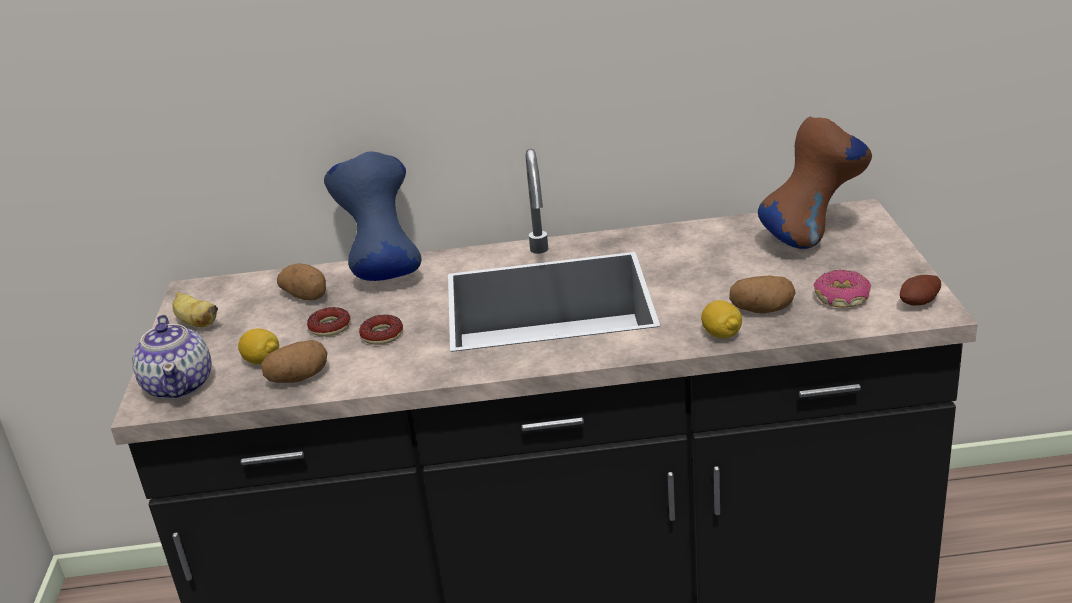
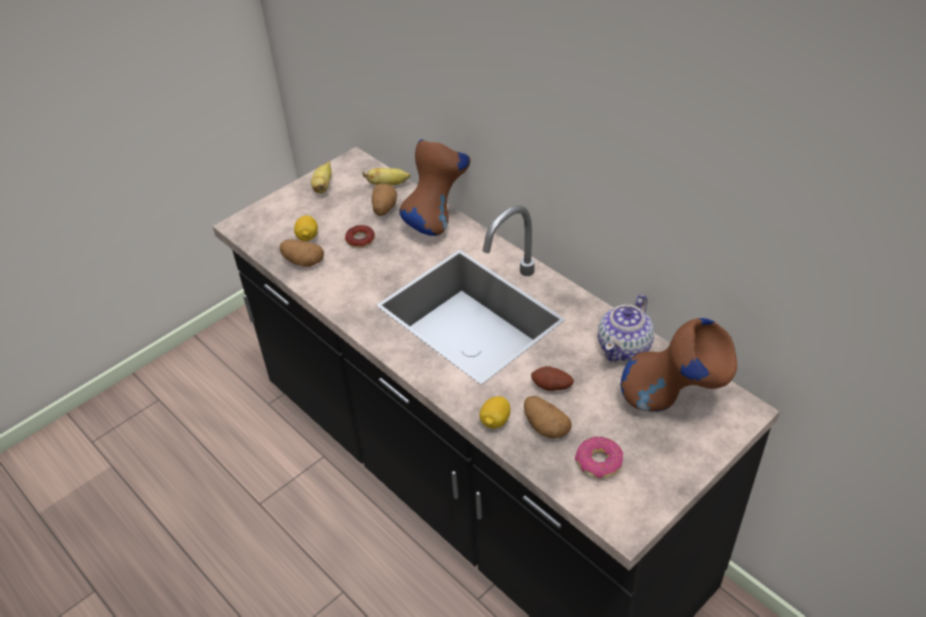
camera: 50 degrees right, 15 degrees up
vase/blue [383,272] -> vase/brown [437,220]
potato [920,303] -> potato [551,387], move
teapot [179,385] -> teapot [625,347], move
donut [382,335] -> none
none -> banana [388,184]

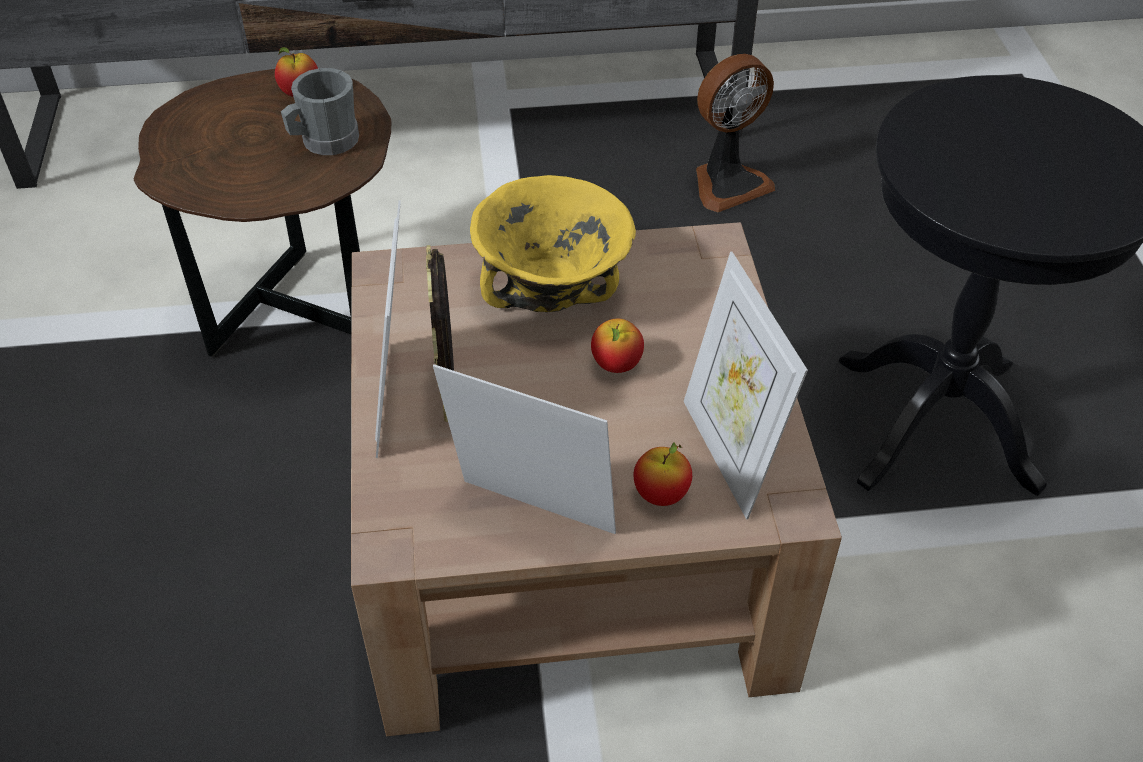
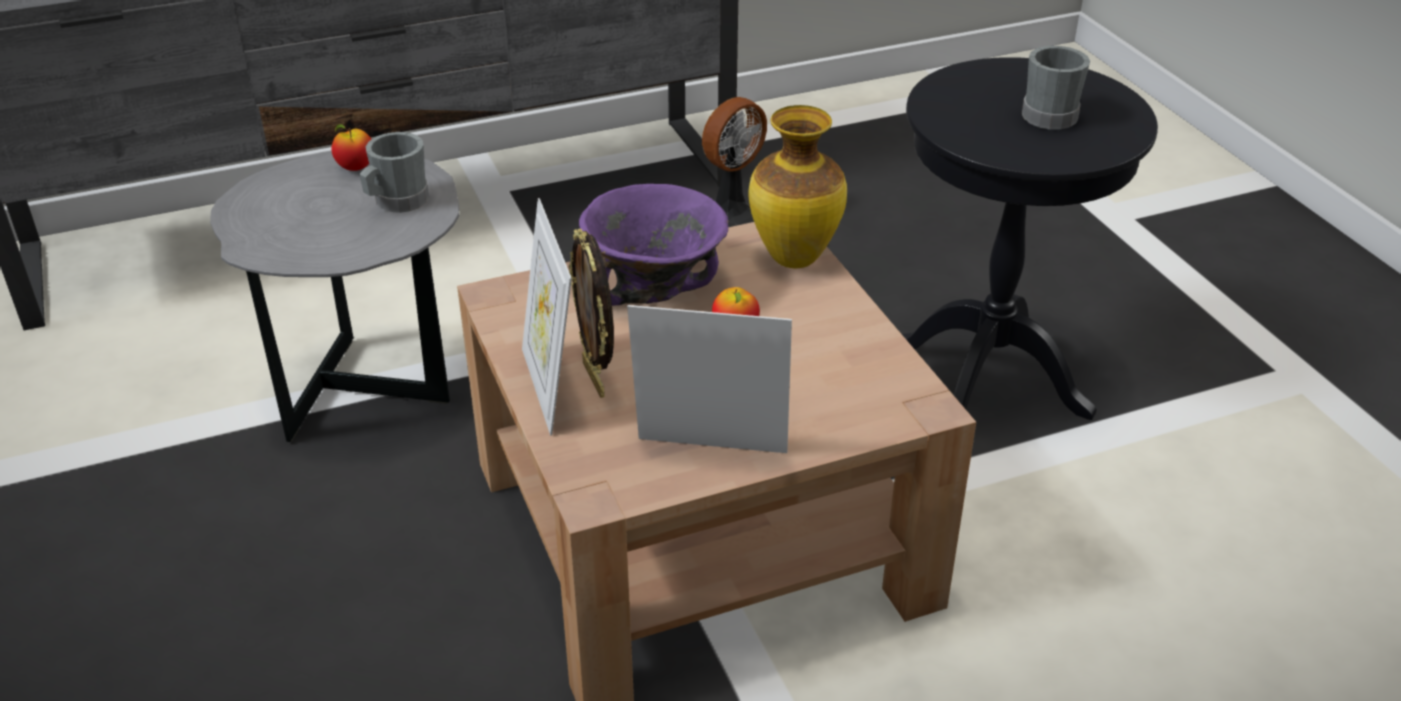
camera: 15 degrees left, 10 degrees down
side table/brown [303,315] -> side table/grey [370,392]
bowl/yellow [551,290] -> bowl/purple [653,286]
picture frame [729,453] -> none
apple [661,494] -> none
none -> mug/grey [1052,114]
none -> vase [793,258]

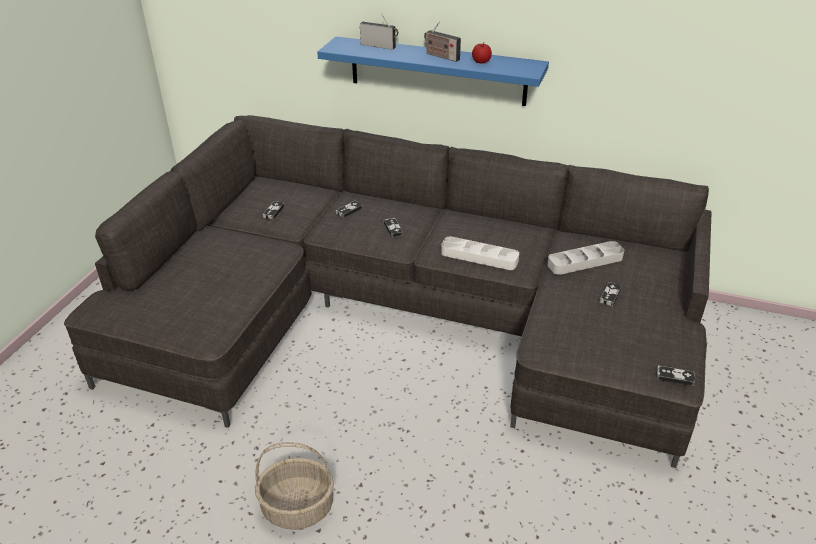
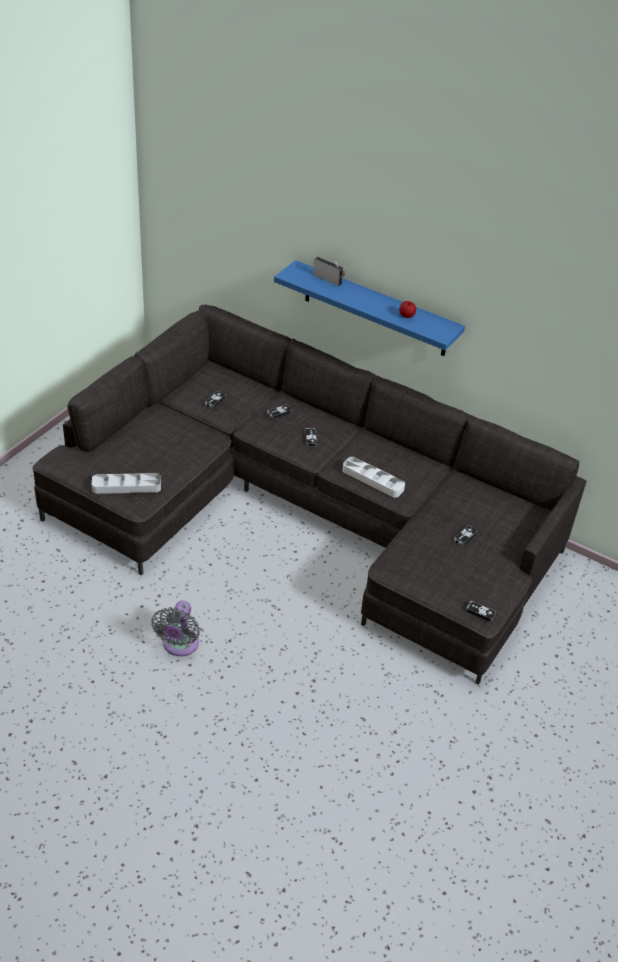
camera: 10 degrees right, 5 degrees up
radio [440,56] -> none
tray/grey [585,261] -> tray/grey [126,486], move
basket [298,507] -> fan/grey [179,645]

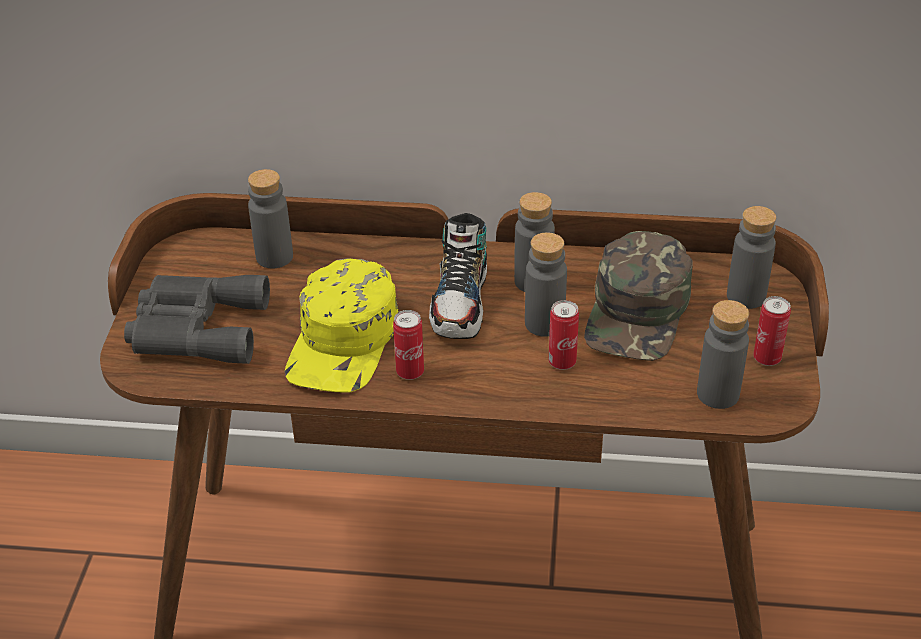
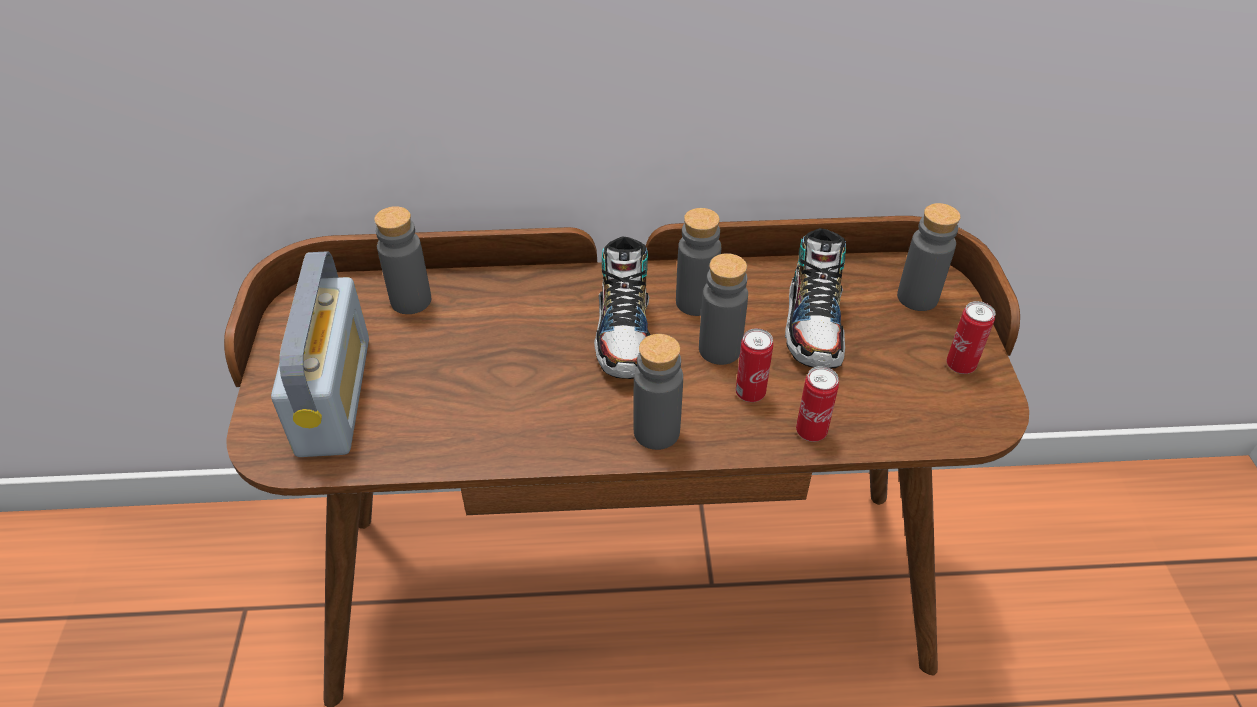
camera: 10 degrees left, 5 degrees up
cap/green [638,311] -> shoe [814,325]
cap/yellow [344,341] -> none
binoculars/grey [195,328] -> radio [334,395]
bottle/grey [718,394] -> bottle/grey [656,432], move
can [410,372] -> can [811,431], move

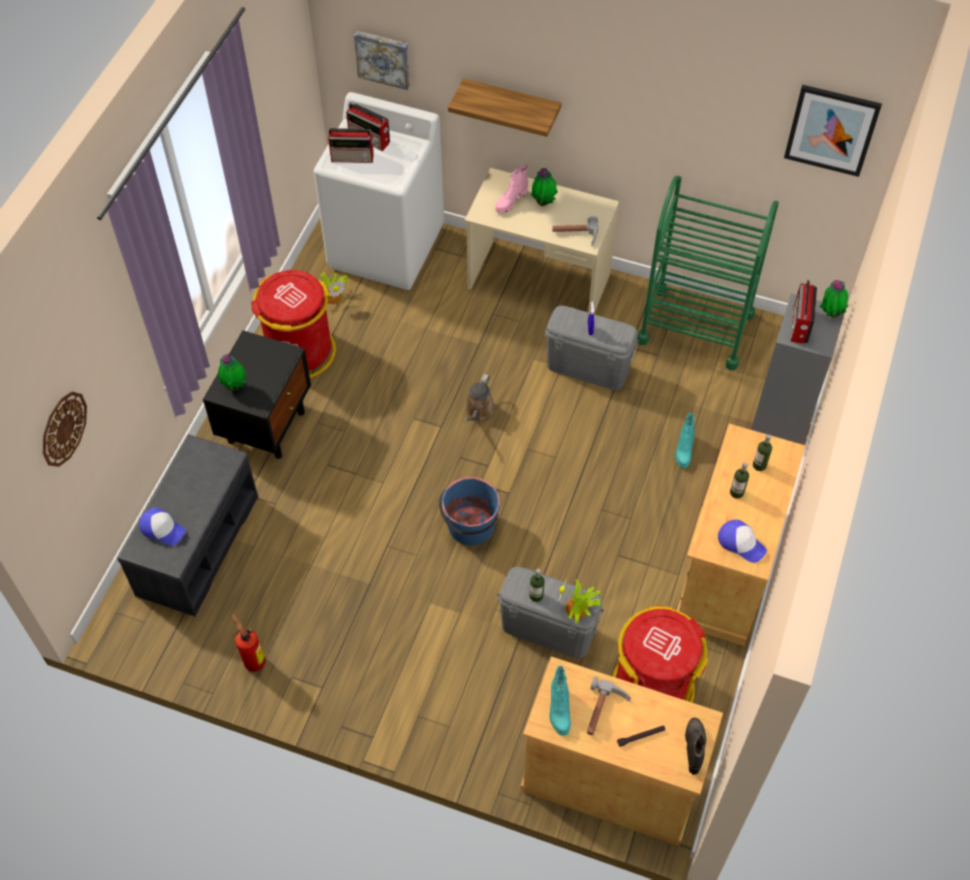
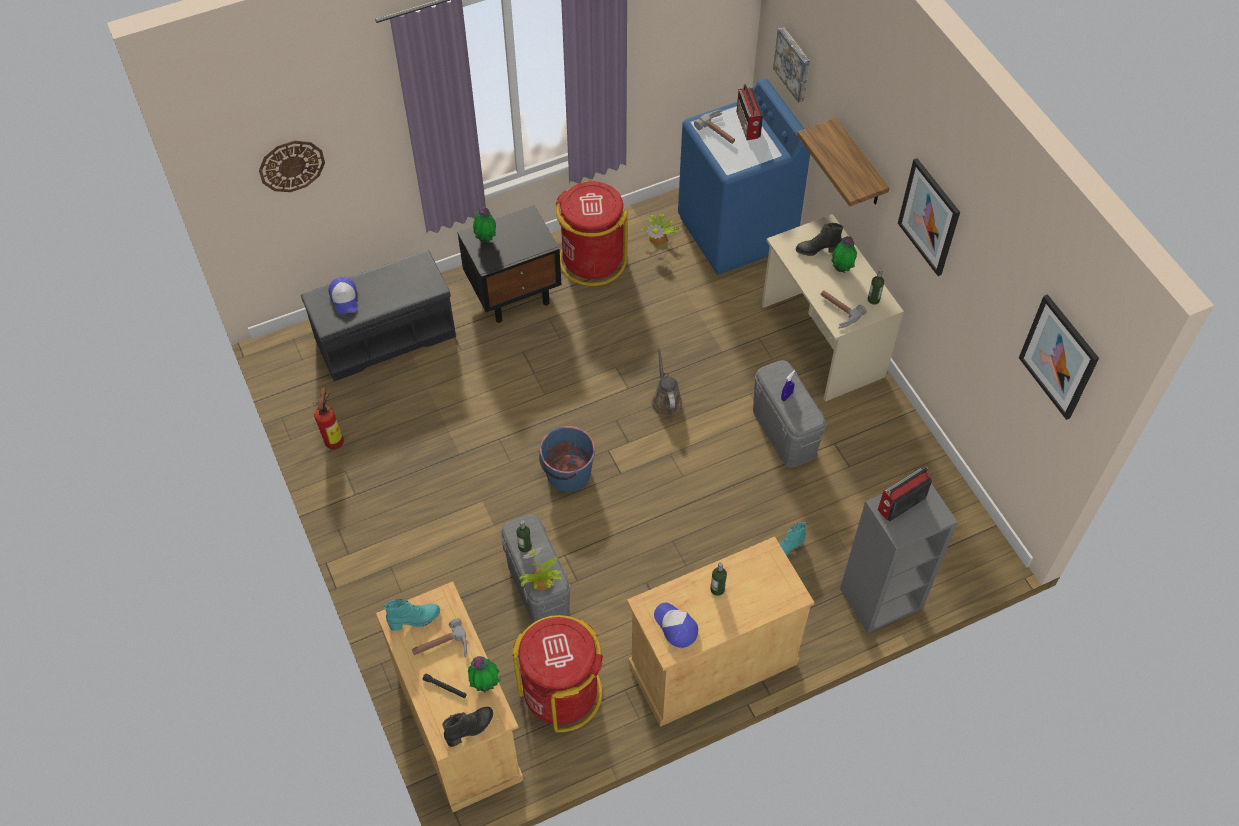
camera: 45 degrees right, 0 degrees up
washing machine/white [386,247] -> washing machine/blue [736,231]
radio [353,157] -> hammer [720,130]
boot/pink [510,201] -> boot/black [817,250]
cart/green [695,327] -> none
potted plant [830,313] -> potted plant [485,684], move
watering can/brown [478,412] -> watering can/brown [665,400], 105 degrees clockwise
bottle [759,465] -> bottle [873,299], move
cap [741,543] -> cap [675,626], 150 degrees clockwise
boot/turquoise [558,710] -> boot/turquoise [415,620], 150 degrees counterclockwise
none -> picture [929,217]

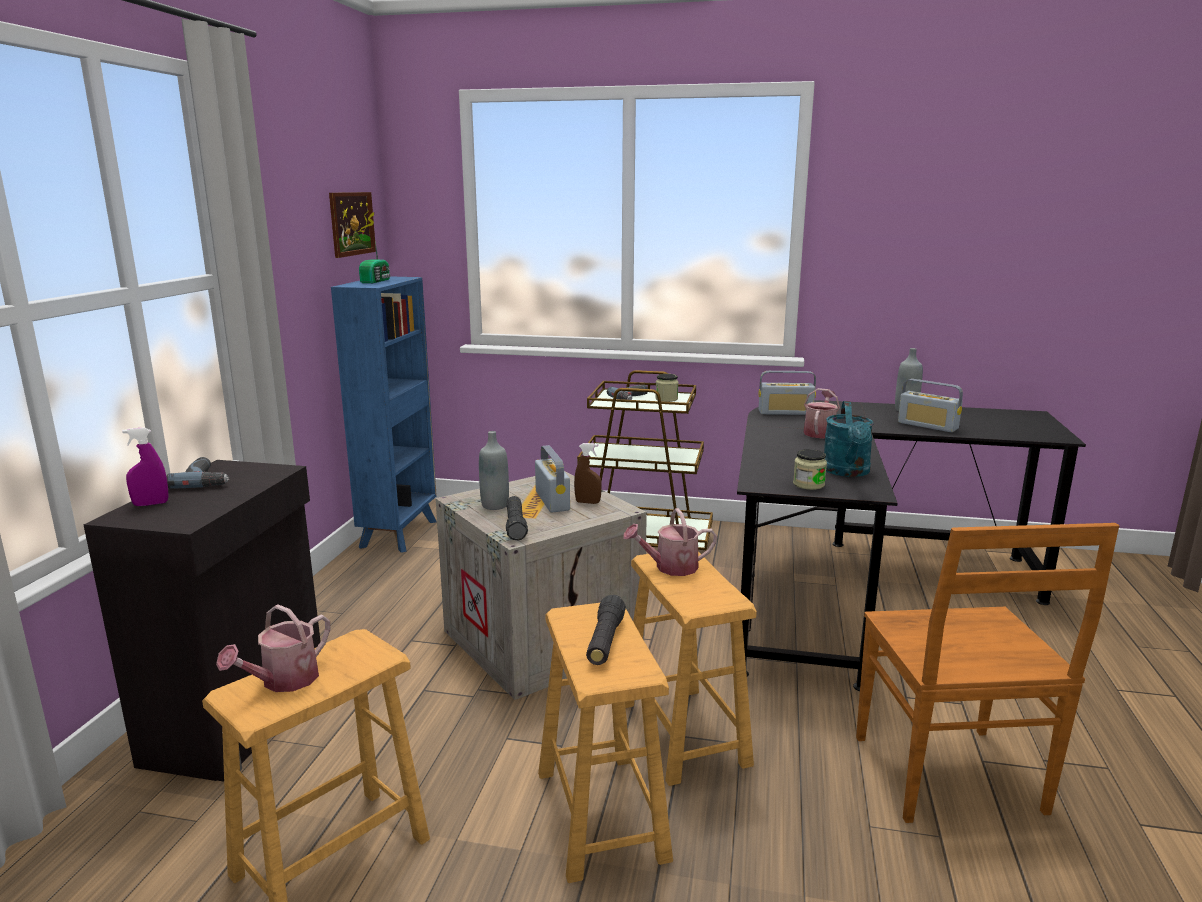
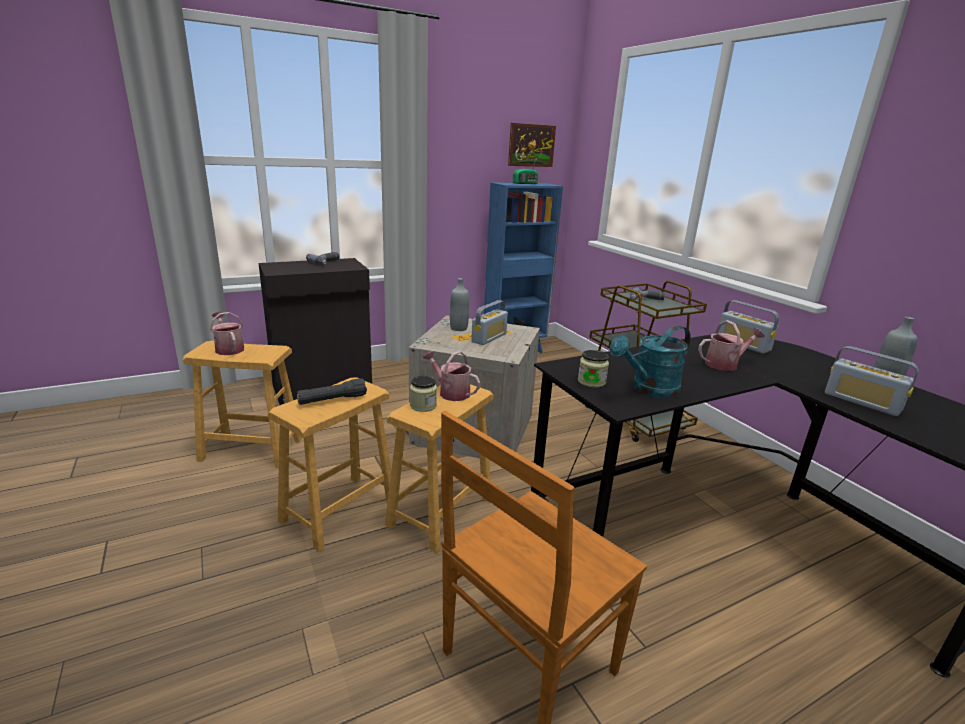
camera: 50 degrees right, 5 degrees up
jar [666,399] -> jar [423,406], move
radio [927,426] -> radio [862,402], 45 degrees counterclockwise
spray bottle/purple [151,504] -> none
spray bottle/brown [588,502] -> none
flashlight/black [515,526] -> none
watering can [283,681] -> watering can [228,348], 60 degrees clockwise

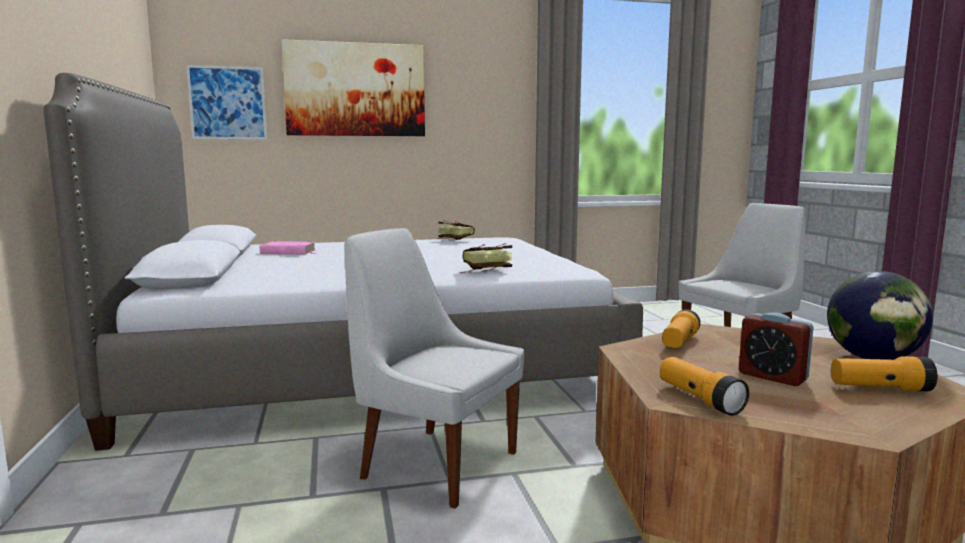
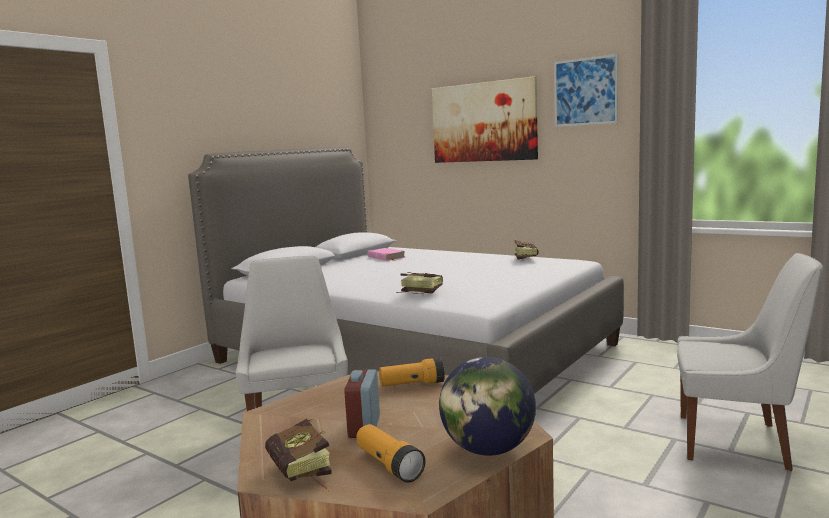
camera: 50 degrees right, 0 degrees up
picture [227,103] -> picture [585,91], move
flashlight [699,399] -> none
none -> book [302,476]

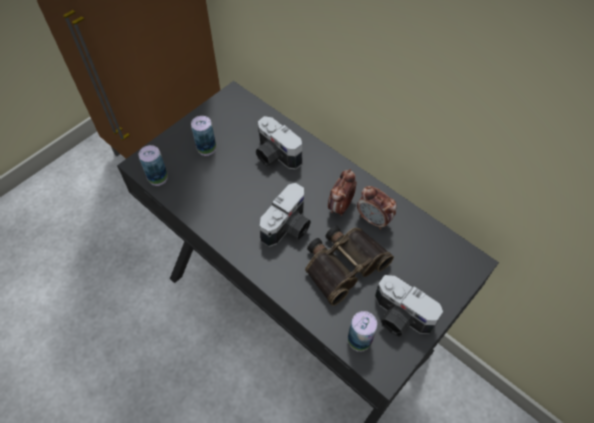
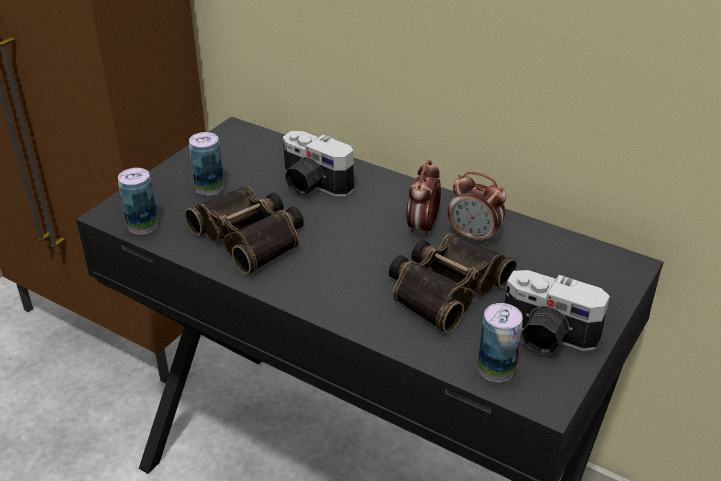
camera: 10 degrees left, 20 degrees down
photo camera [289,228] -> none
none -> binoculars [251,236]

